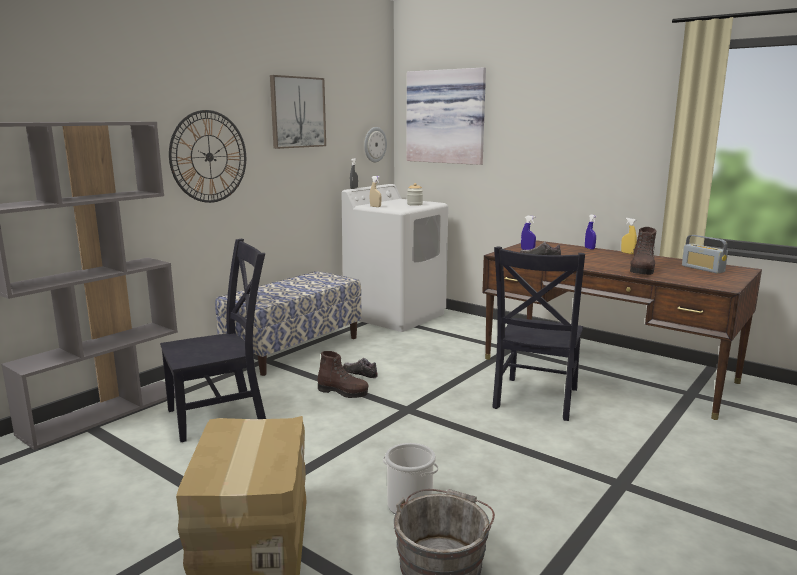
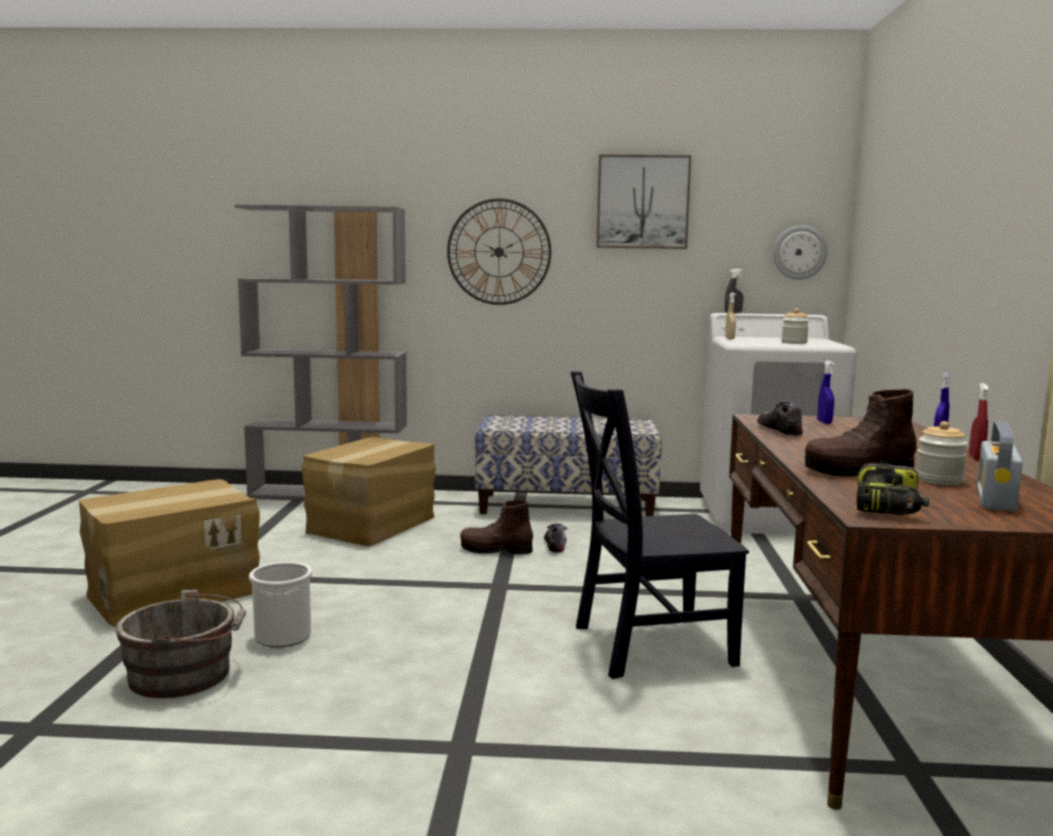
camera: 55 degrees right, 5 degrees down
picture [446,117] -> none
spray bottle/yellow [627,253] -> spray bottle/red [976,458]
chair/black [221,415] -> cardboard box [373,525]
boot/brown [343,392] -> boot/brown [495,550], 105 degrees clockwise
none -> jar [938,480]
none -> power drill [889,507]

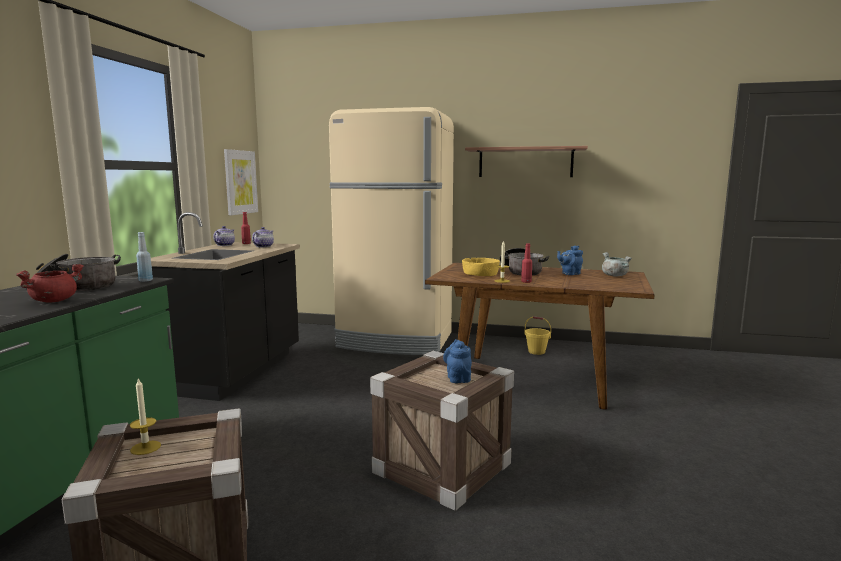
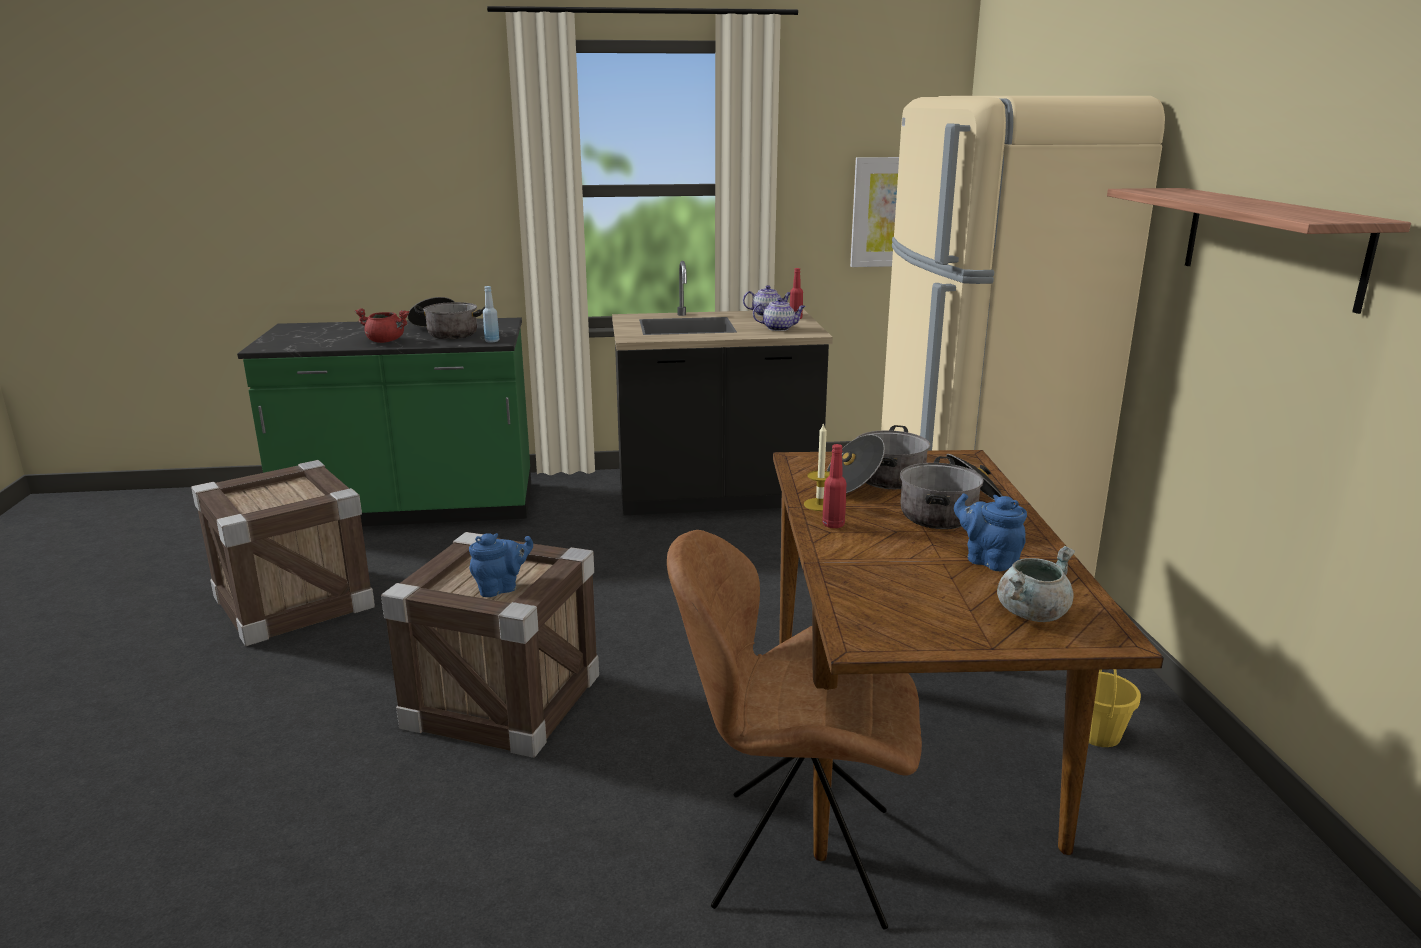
camera: 70 degrees right, 10 degrees up
bowl/yellow [481,274] -> cooking pot [876,482]
candle [145,448] -> none
none -> chair/brown [794,855]

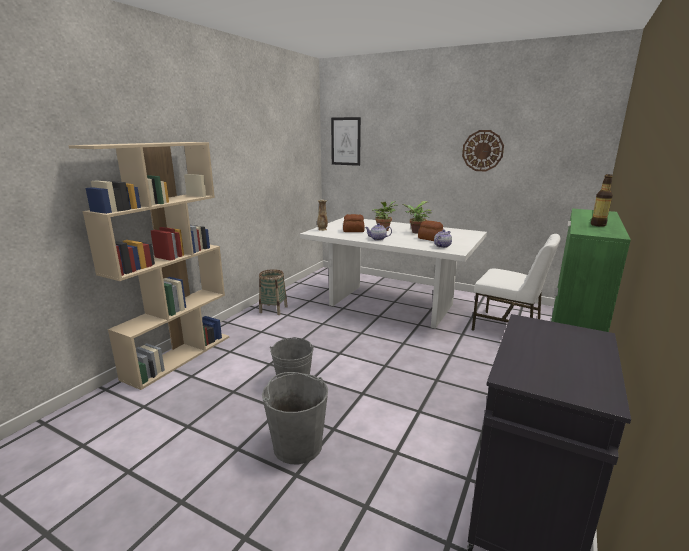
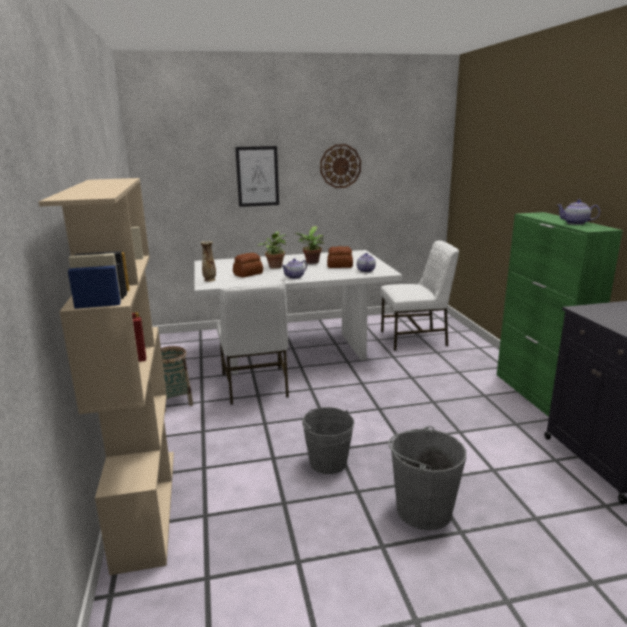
camera: 40 degrees left, 0 degrees up
picture [345,141] -> picture [257,176], move
bottle [598,225] -> teapot [576,223]
none -> chair/white [255,386]

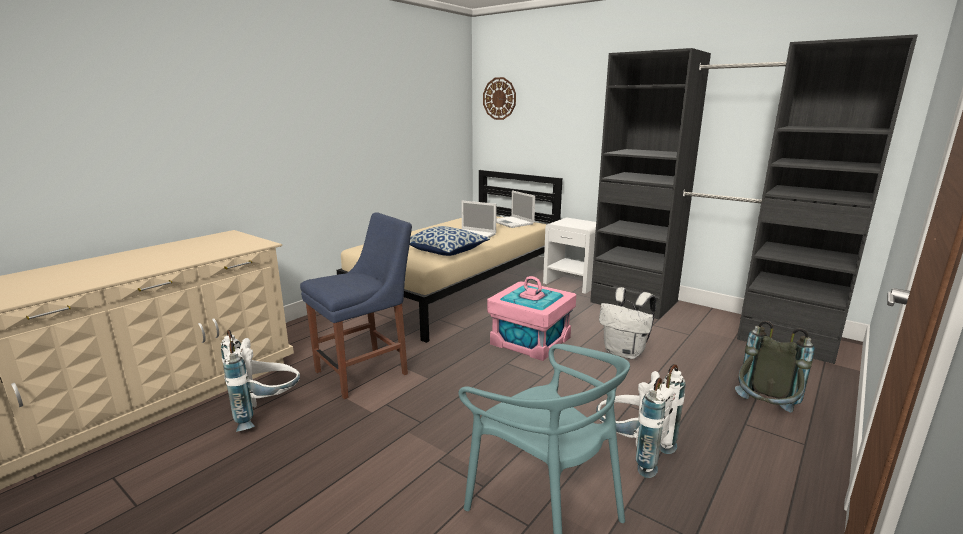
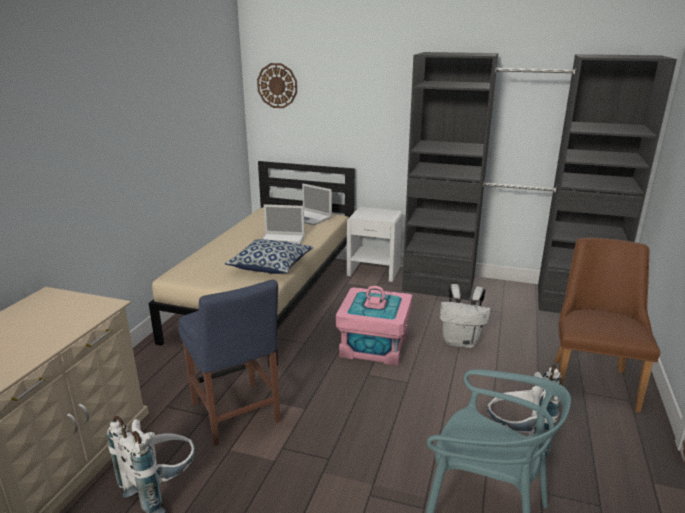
camera: 20 degrees left, 5 degrees up
chair/blue [366,371] -> chair/blue [236,415], 120 degrees clockwise
backpack/grey [764,413] -> chair/brown [591,378]

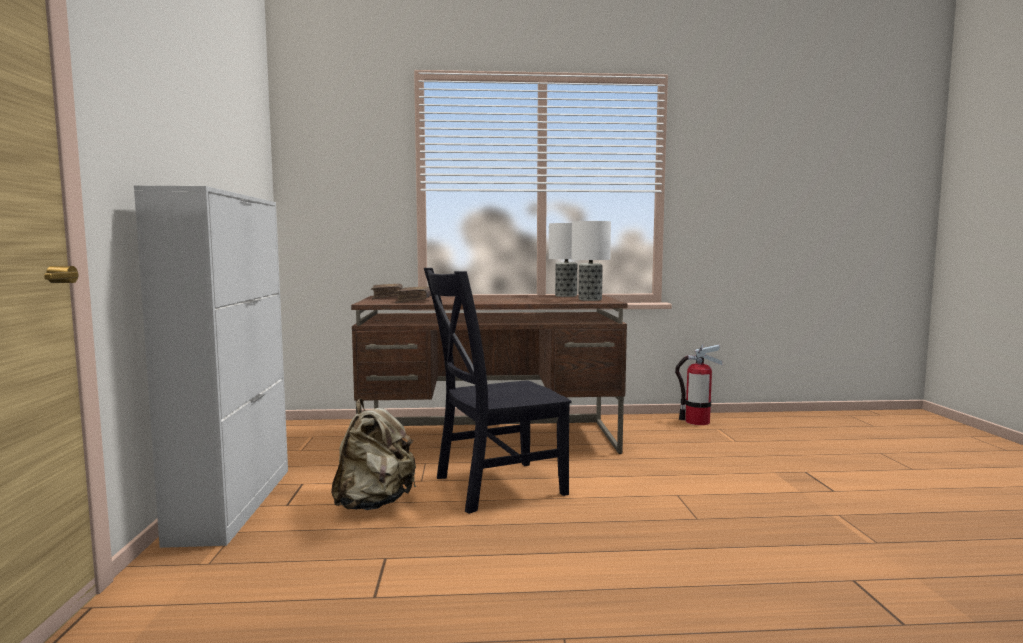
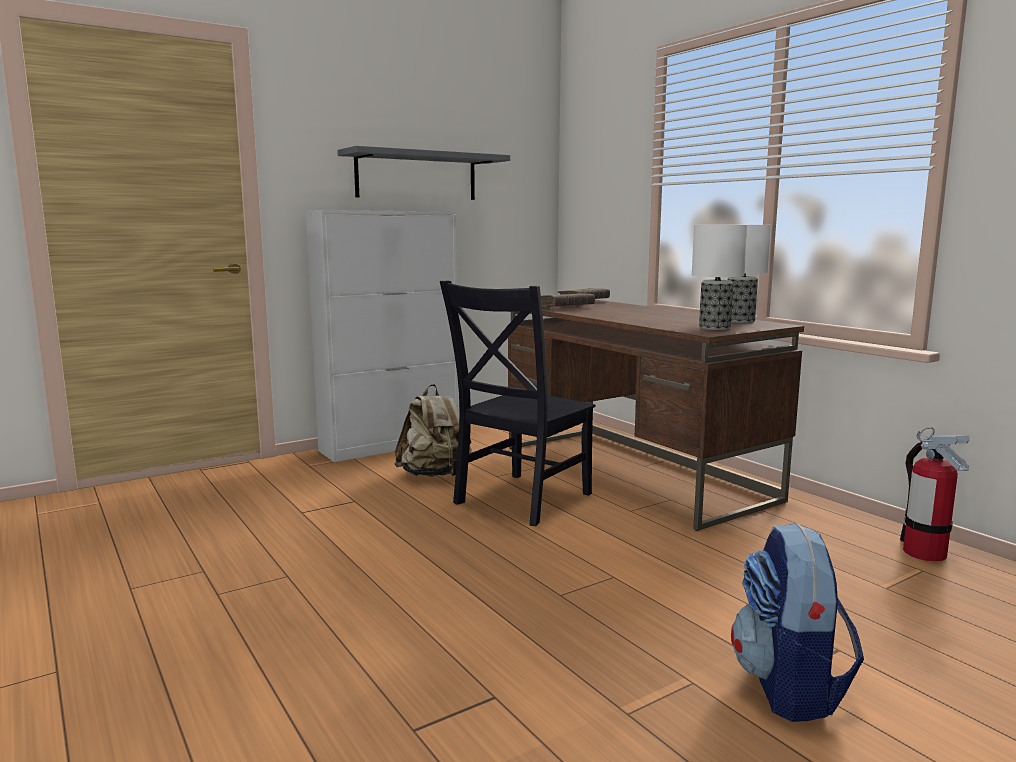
camera: 60 degrees right, 5 degrees up
chair/black [494,486] -> chair/black [519,500], 90 degrees counterclockwise
none -> shelf/grey [416,176]
none -> backpack [790,687]

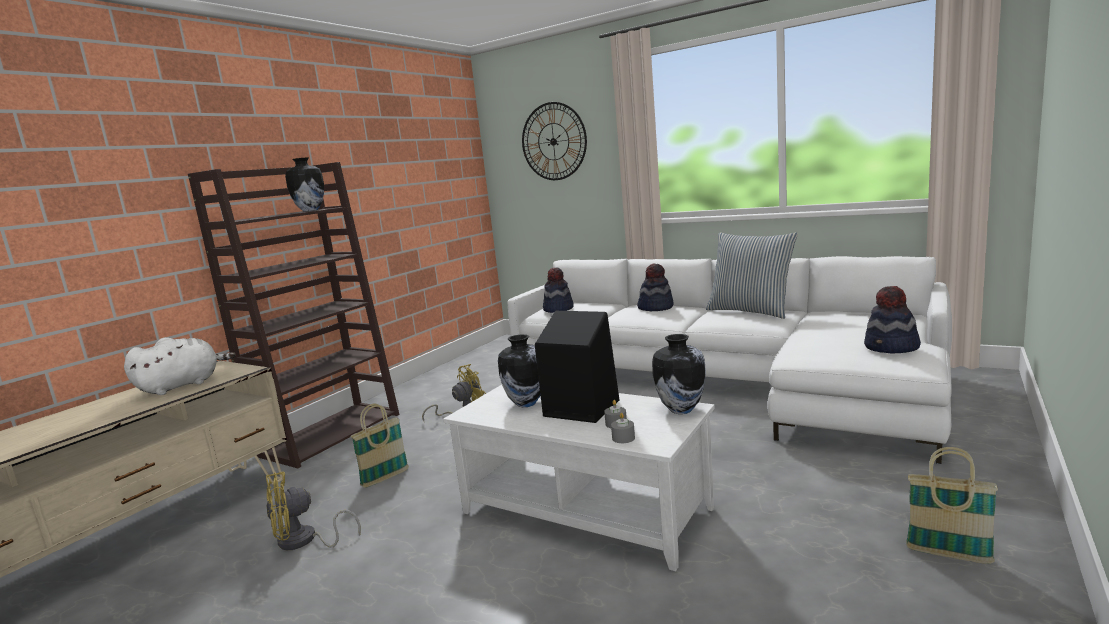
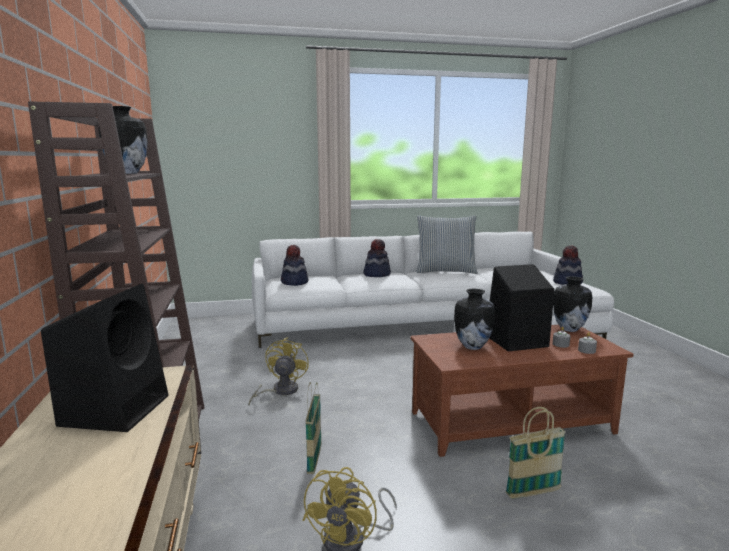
camera: 45 degrees left, 0 degrees up
wall clock [553,141] -> none
plush toy/white [183,385] -> speaker/black [116,409]
coffee table/white [586,509] -> coffee table/brown [510,422]
basket [948,554] -> basket [533,492], move

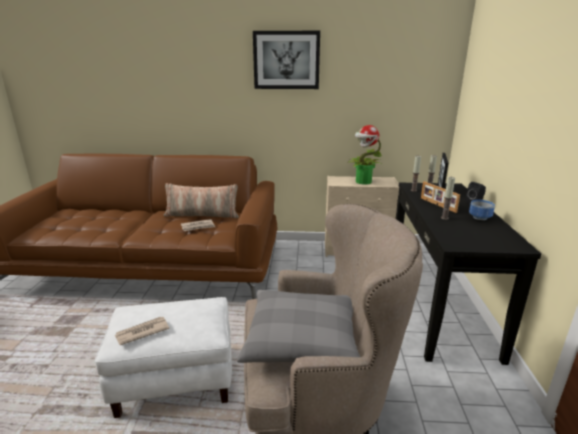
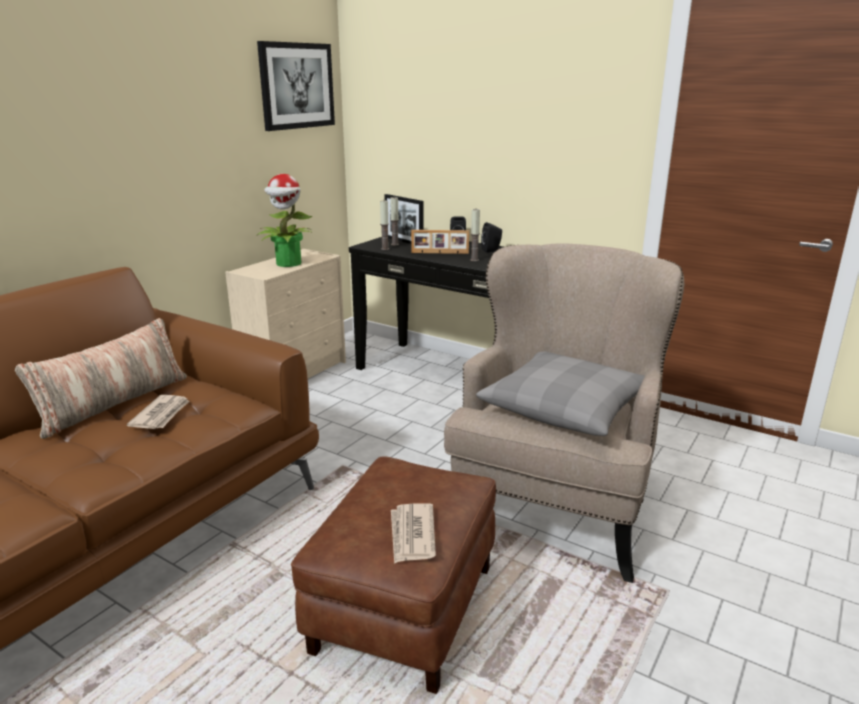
camera: 60 degrees left, 0 degrees up
picture [286,60] -> picture [296,86], move
bowl [480,218] -> speaker/black [492,250]
ottoman/white [176,378] -> ottoman/brown [404,608]

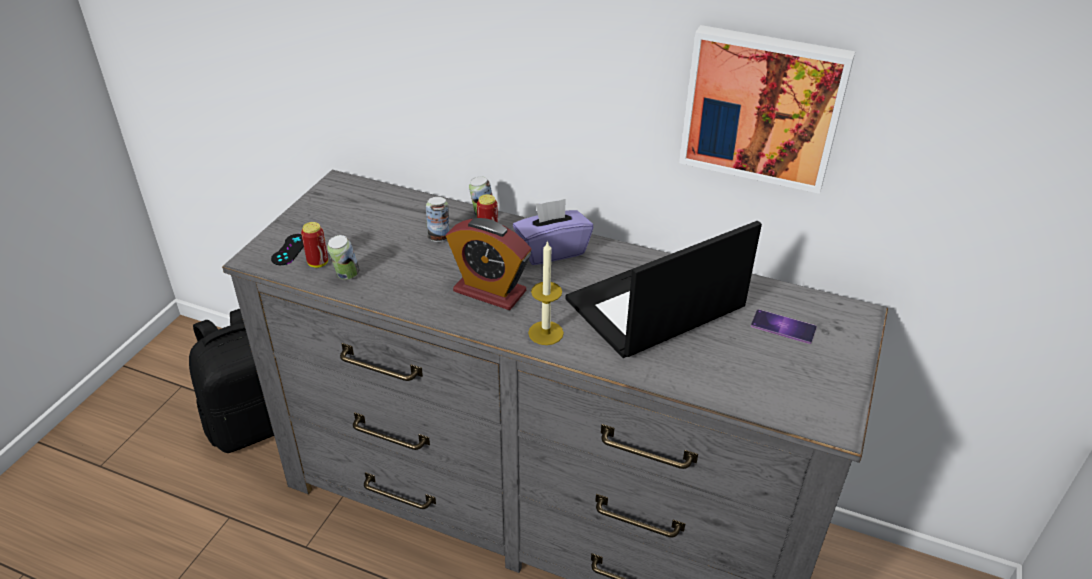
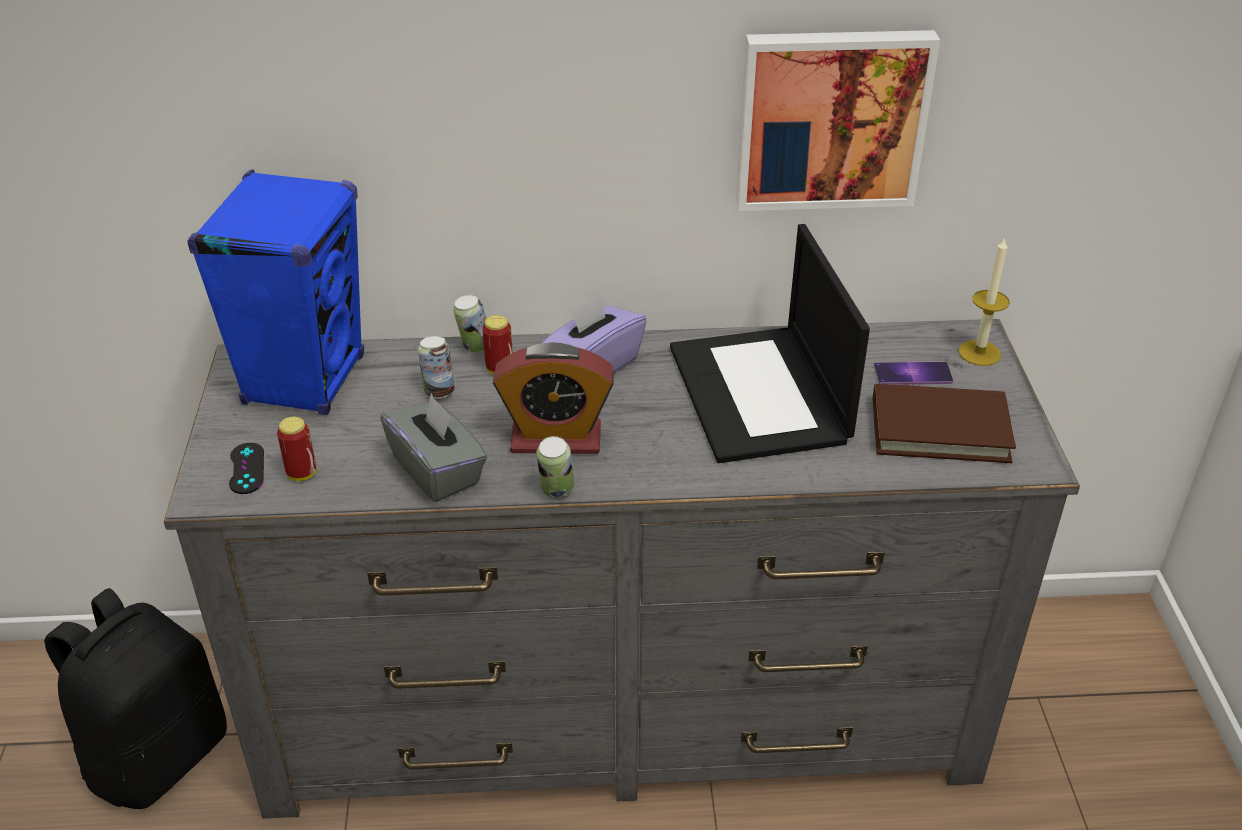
camera: 25 degrees left, 0 degrees up
laptop [654,306] -> laptop [761,395], 45 degrees counterclockwise
can [346,275] -> can [556,491], move
candle [545,333] -> candle [979,353], move
none -> speaker/blue [304,379]
none -> book/brown [940,429]
none -> tissue box/grey [438,471]

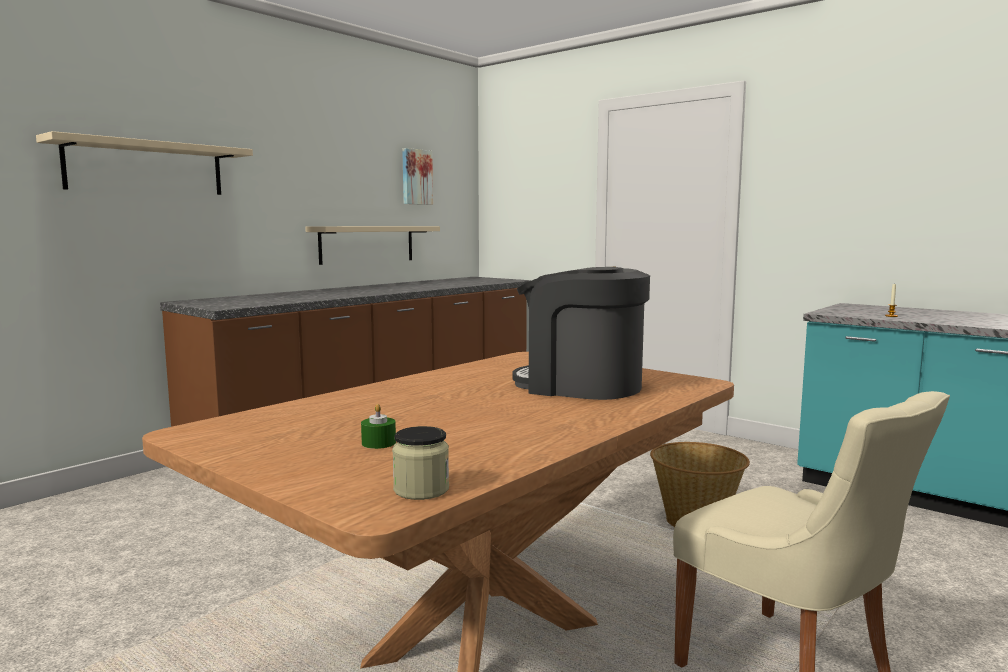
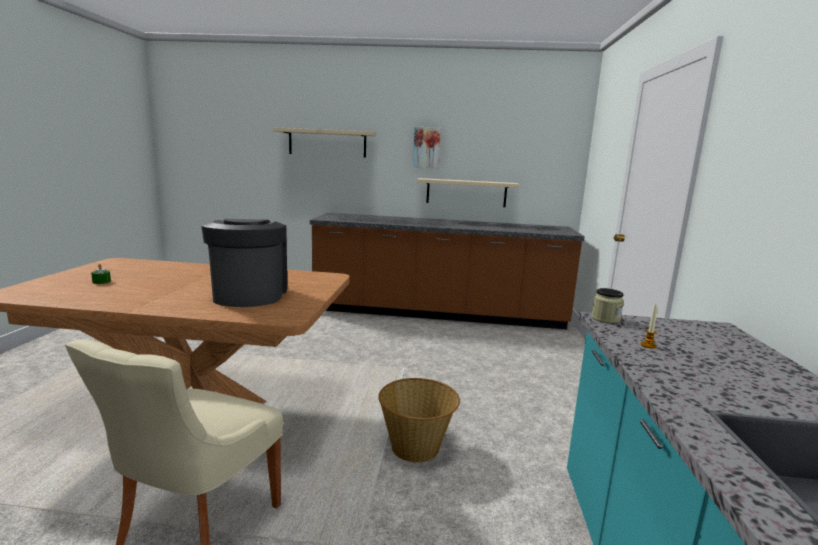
camera: 55 degrees right, 5 degrees up
picture [416,177] -> picture [426,147], move
jar [421,490] -> jar [605,319], move

